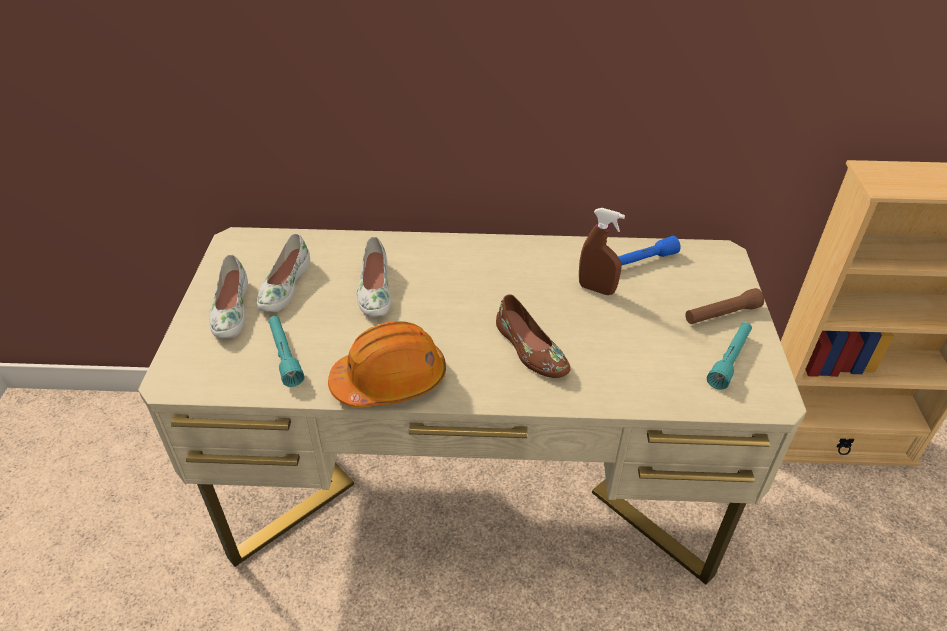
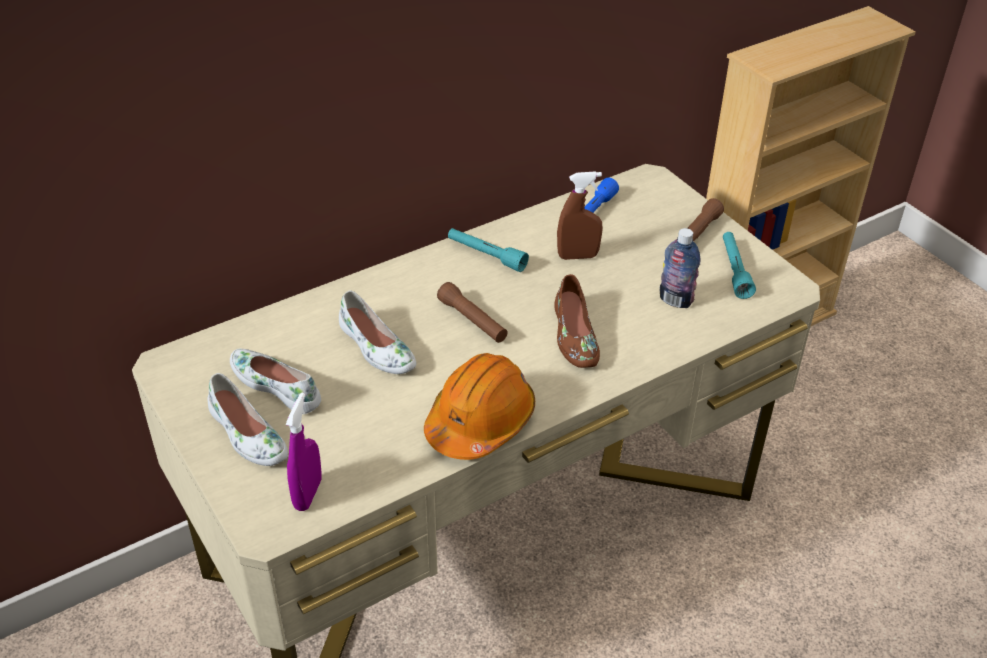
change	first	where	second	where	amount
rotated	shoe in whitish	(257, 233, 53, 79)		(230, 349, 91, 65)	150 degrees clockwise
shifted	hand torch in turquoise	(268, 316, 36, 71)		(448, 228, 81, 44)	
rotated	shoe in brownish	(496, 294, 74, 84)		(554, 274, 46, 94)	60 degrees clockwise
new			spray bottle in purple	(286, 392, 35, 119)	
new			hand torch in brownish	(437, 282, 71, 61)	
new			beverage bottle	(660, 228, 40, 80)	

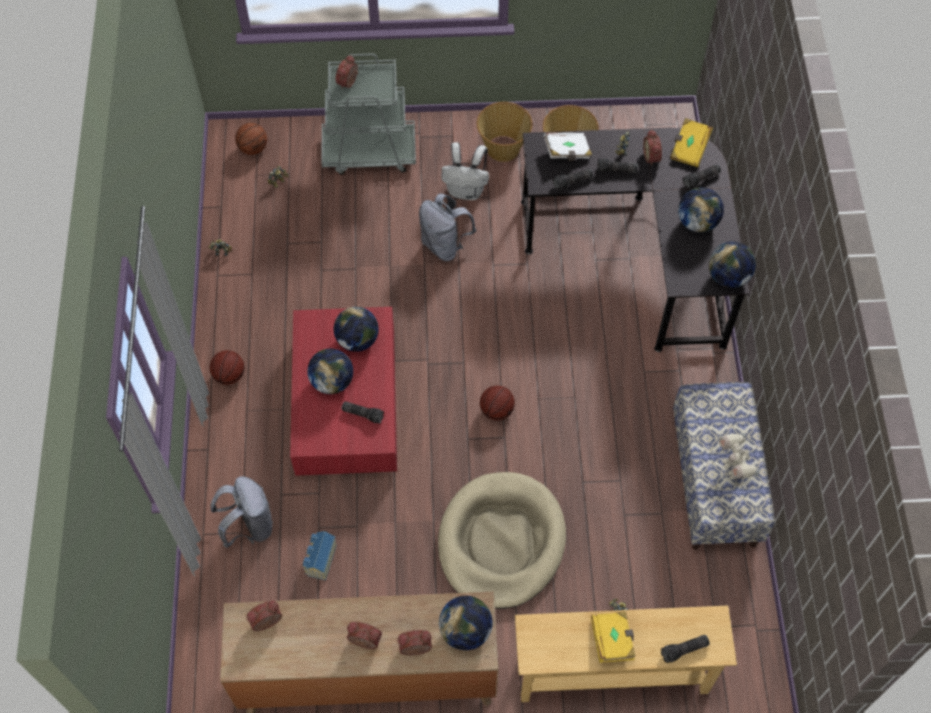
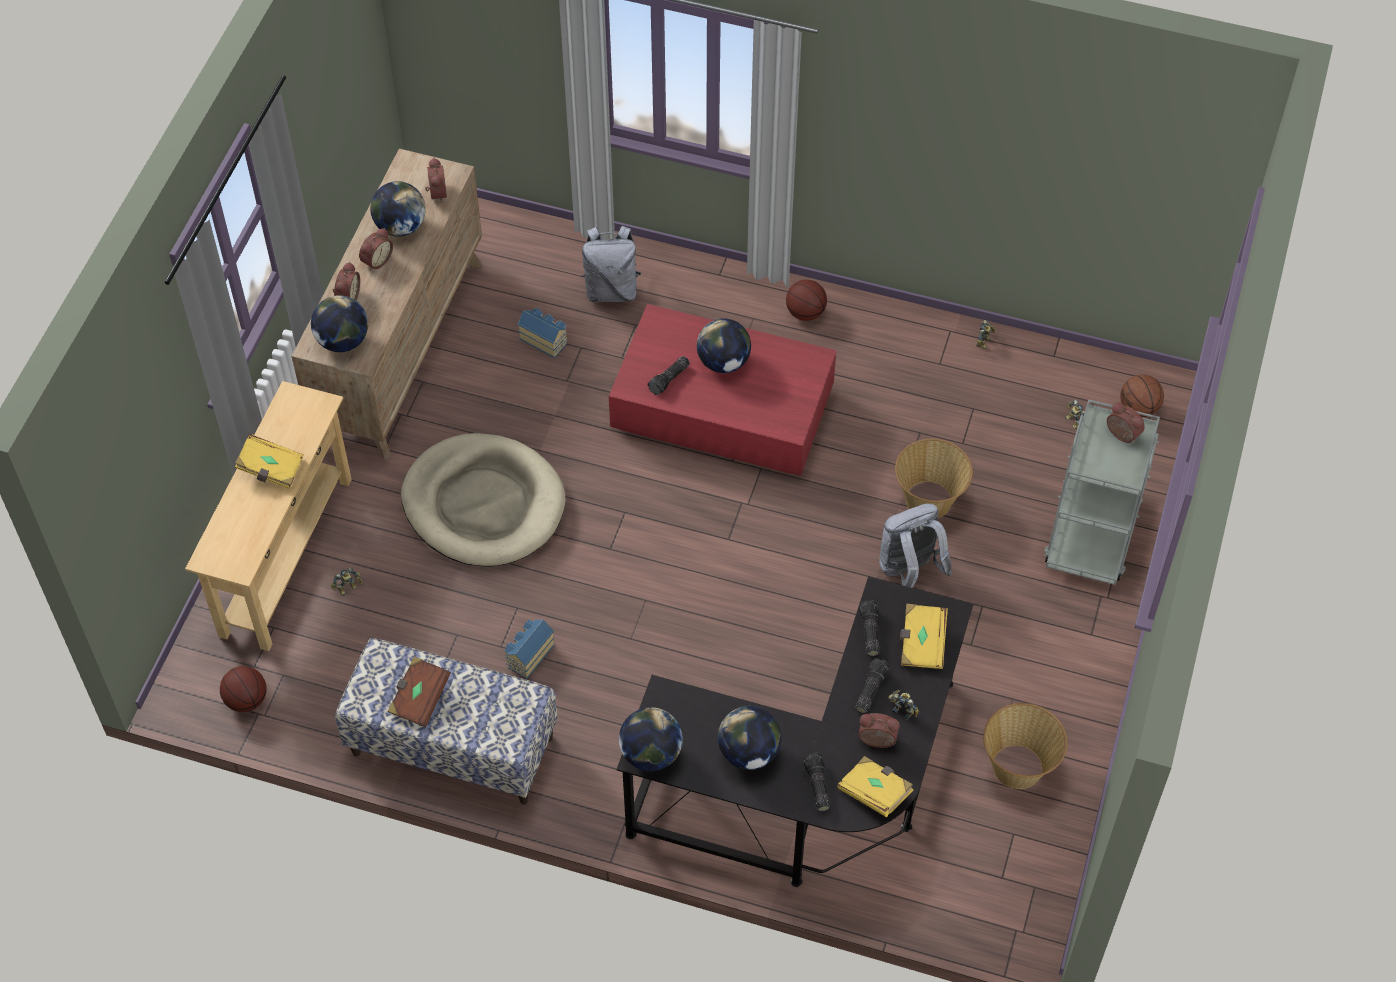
change	first	where	second	where	amount
shifted	world globe	(334, 307, 45, 45)		(370, 181, 56, 55)	
gone	knapsack in whitish	(442, 142, 47, 58)			
shifted	basket	(477, 102, 55, 60)		(895, 439, 78, 79)	
shifted	basketball ball	(480, 385, 35, 35)		(220, 666, 47, 46)	
repainted	bound book in whitish	(544, 133, 48, 28)	bound book in yellowish	(900, 604, 48, 65)	
gone	hand torch	(661, 635, 49, 28)			
swapped	model robot	(719, 433, 41, 47)	bound book in brownish	(388, 656, 63, 71)	
new			model house	(504, 620, 51, 59)	

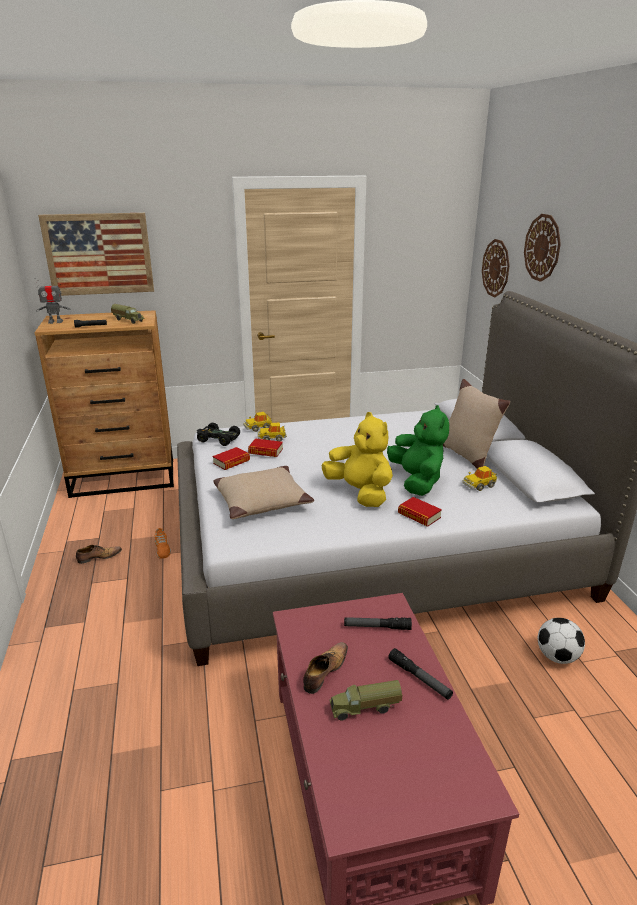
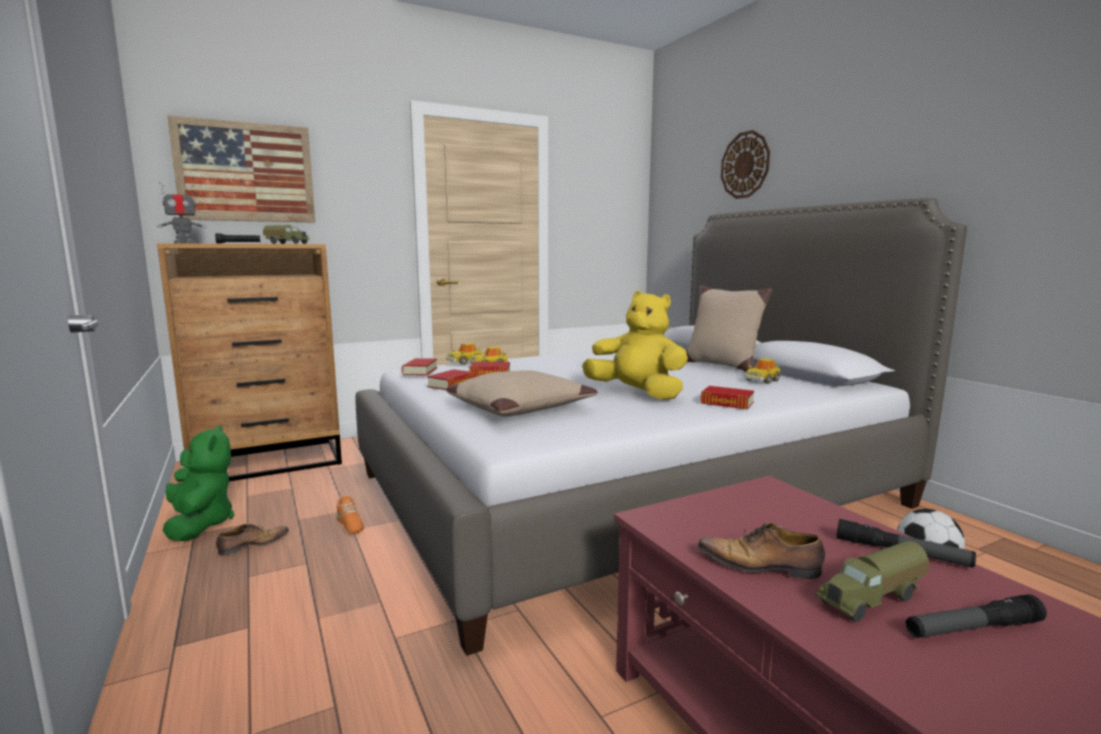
change	first	where	second	where	amount
swapped	toy car in blackish	(197, 423, 43, 23)	bound book	(401, 358, 37, 18)	
rotated	shoe	(303, 642, 45, 52)		(698, 522, 127, 57)	90 degrees counterclockwise
shifted	hand torch	(344, 617, 68, 13)		(906, 594, 141, 44)	
shifted	cuddly toy in green	(387, 405, 62, 91)		(163, 425, 71, 116)	
gone	hanging clock	(482, 239, 28, 58)			

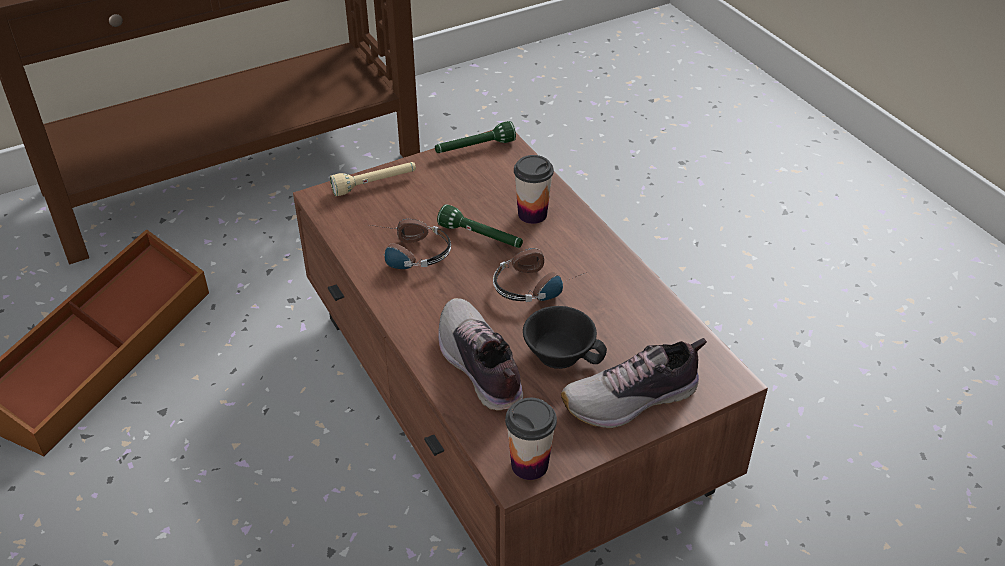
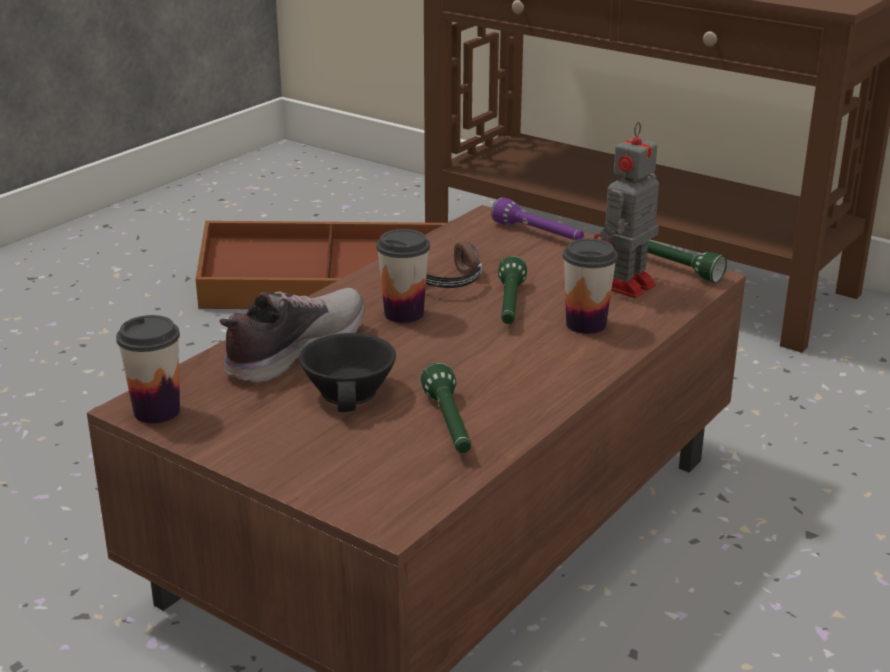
change	first	where	second	where	amount
repainted	hand torch in sand-coloured	(330, 162, 86, 34)	hand torch in purple	(491, 197, 93, 43)	
gone	pair of headphones	(493, 248, 95, 54)			
gone	shoe	(561, 338, 146, 90)			
new			small cup	(376, 229, 54, 94)	
new			hand torch in green	(421, 363, 50, 90)	
new			model robot	(593, 122, 66, 176)	

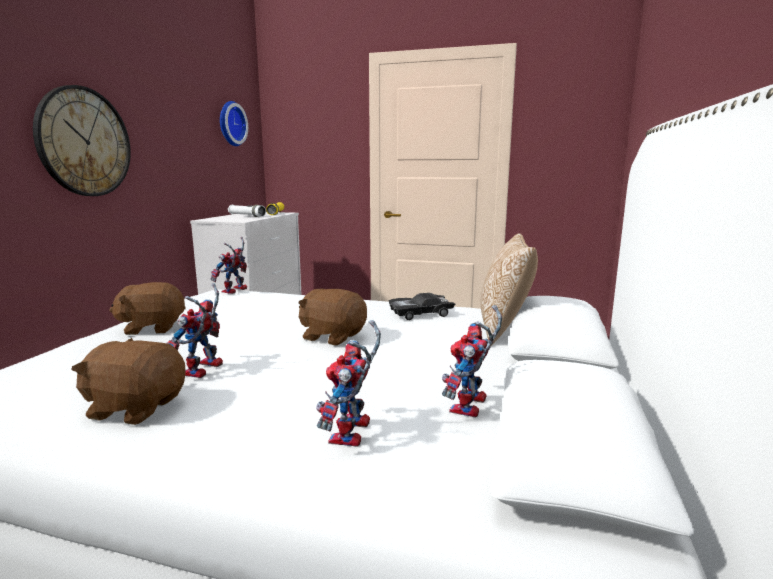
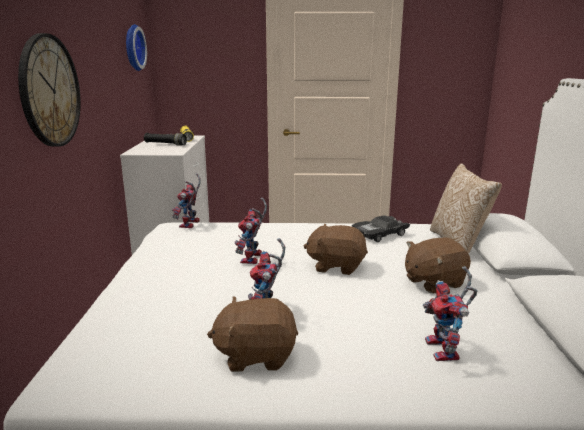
change	first	where	second	where	amount
shifted	cuddly toy in brownish	(110, 282, 76, 53)		(405, 238, 66, 56)	
repainted	hand torch in whitish	(228, 205, 38, 12)	hand torch in blackish	(144, 133, 43, 13)	
shifted	model robot	(442, 305, 60, 112)		(235, 198, 32, 66)	

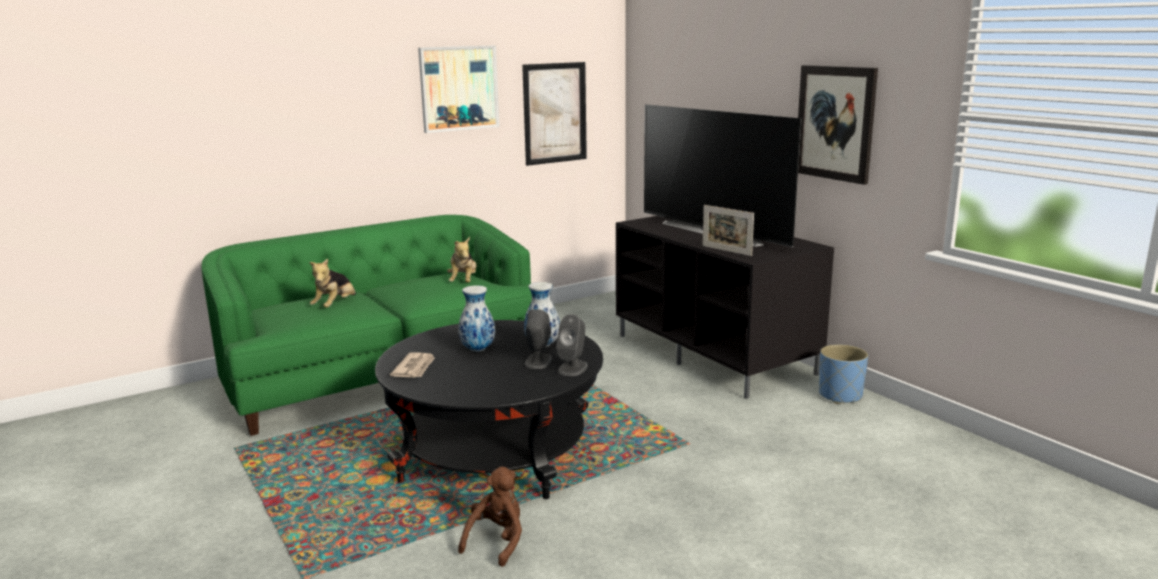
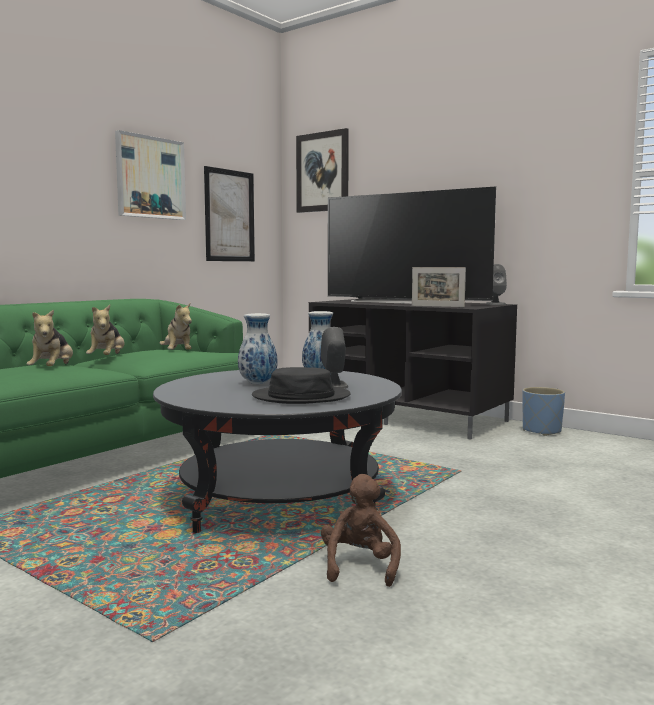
change	first	where	second	where	amount
gone	printed paper	(390, 352, 45, 26)			
shifted	loudspeaker in greyish	(556, 314, 32, 62)		(486, 264, 21, 41)	
shifted	picture	(798, 65, 80, 120)		(296, 128, 53, 85)	
new			cuddly toy	(86, 305, 39, 50)	
new			clothing hat in blackish	(252, 367, 99, 37)	

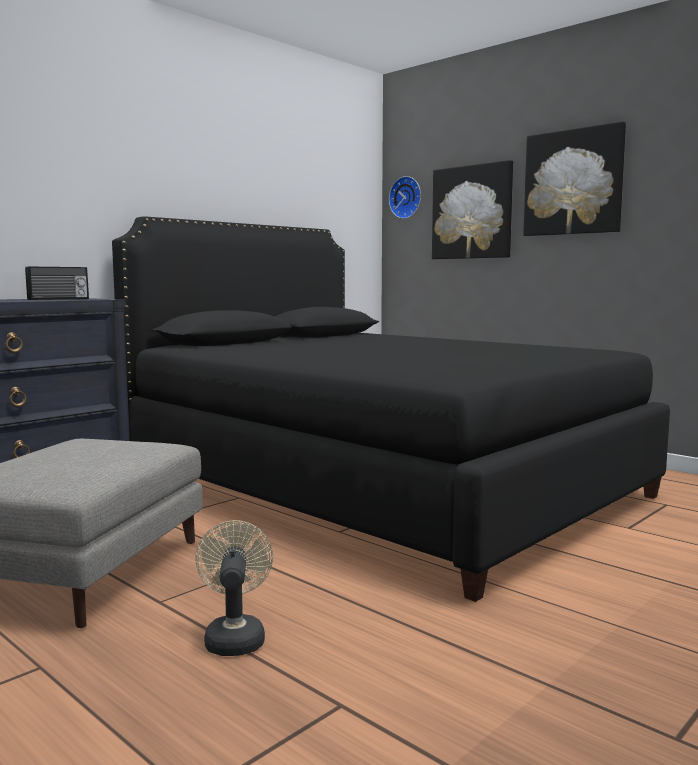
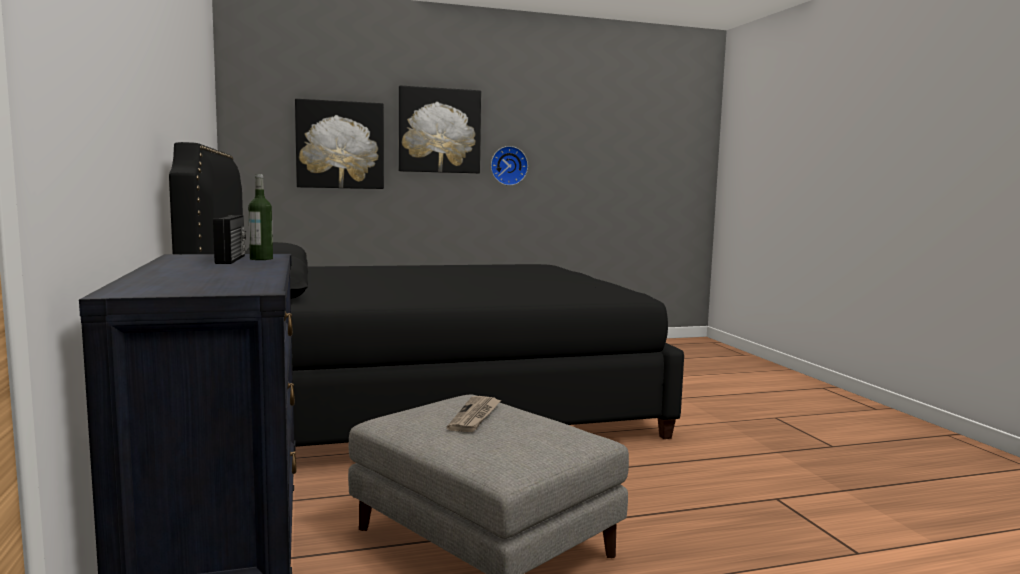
change	first	where	second	where	amount
gone	fan in sand-coloured	(195, 520, 78, 136)			
shifted	hanging clock	(389, 176, 32, 43)		(491, 146, 37, 40)	
new			beverage bottle	(248, 174, 25, 86)	
new			printed paper	(447, 396, 54, 36)	

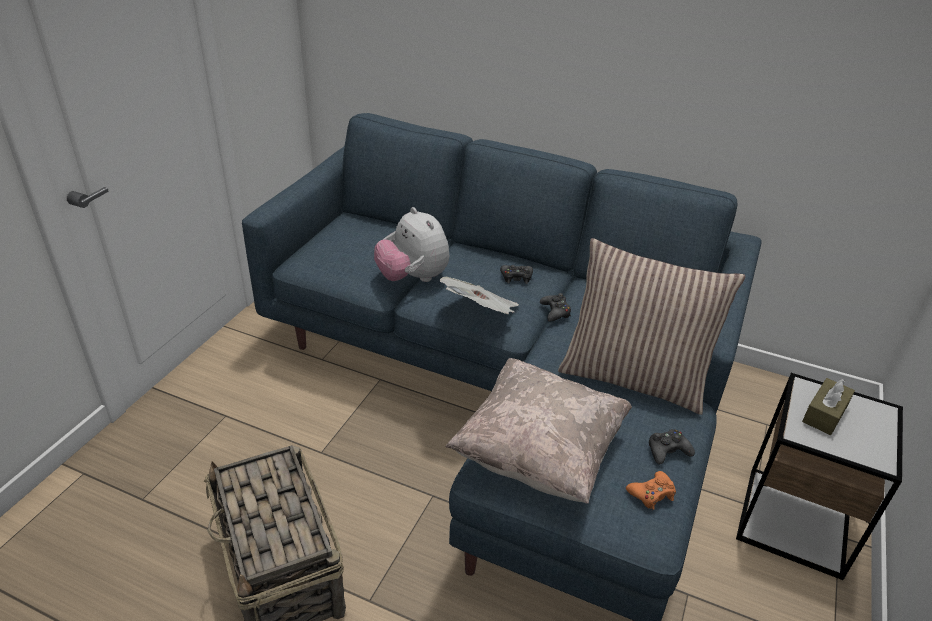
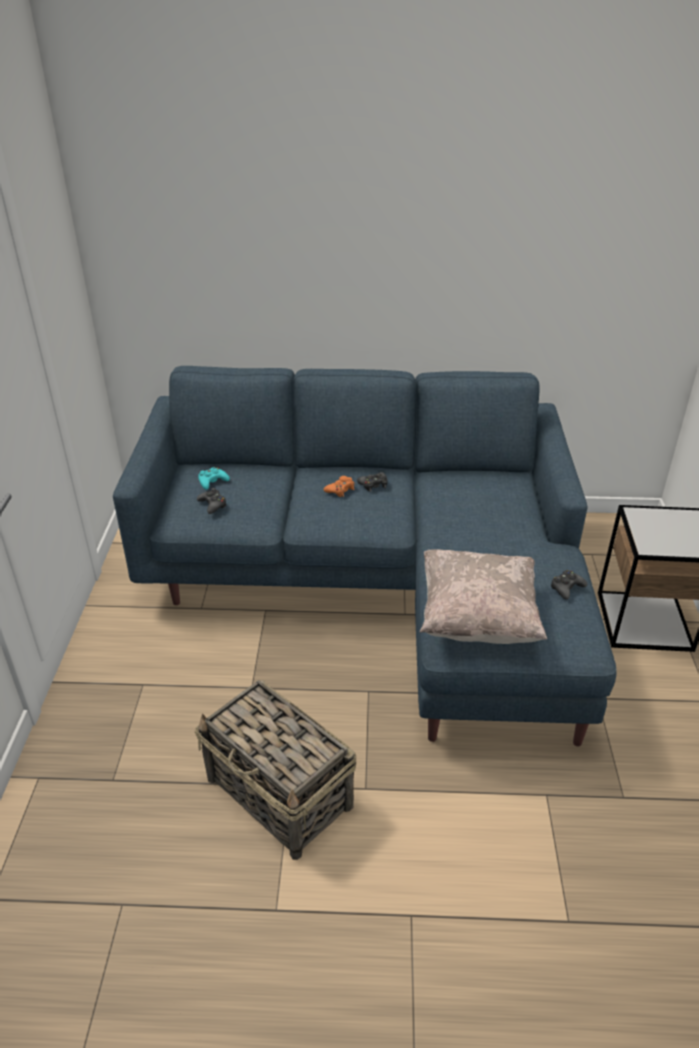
change	first	where	second	where	amount
gone	cuddly toy	(374, 207, 75, 75)			
gone	printed paper	(440, 277, 79, 37)			
shifted	gamepad in blackish	(540, 293, 31, 28)		(197, 488, 30, 26)	
gone	pillow	(558, 238, 188, 177)			
shifted	gamepad in orange-coloured	(626, 471, 50, 39)		(324, 476, 30, 21)	
gone	tissue holder in brownish	(802, 378, 53, 57)			
new			gamepad in turquoise	(198, 467, 32, 23)	

